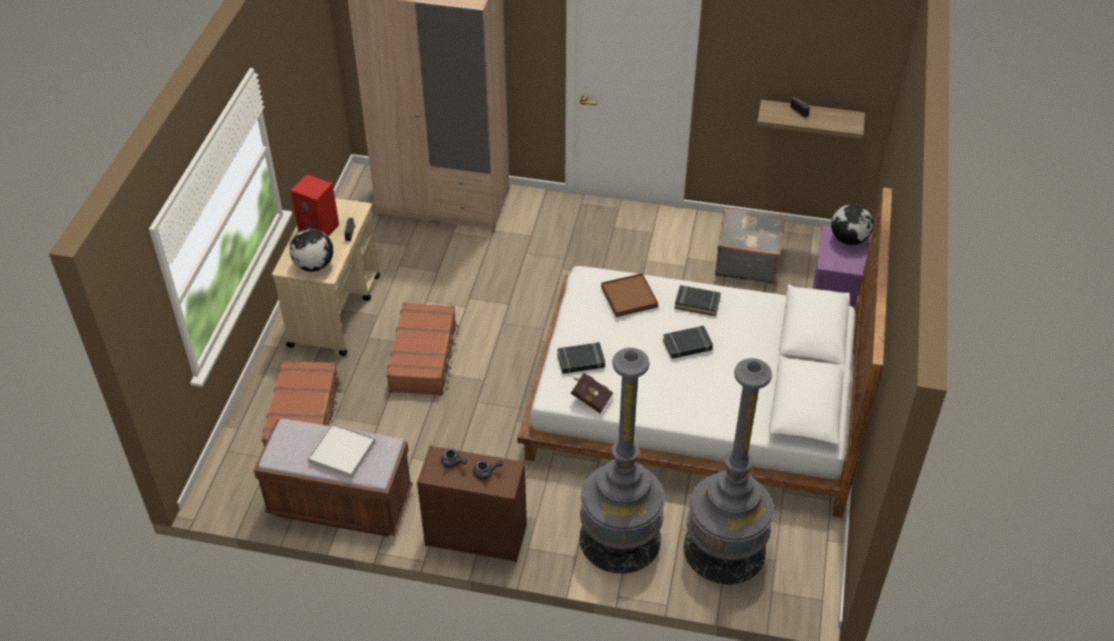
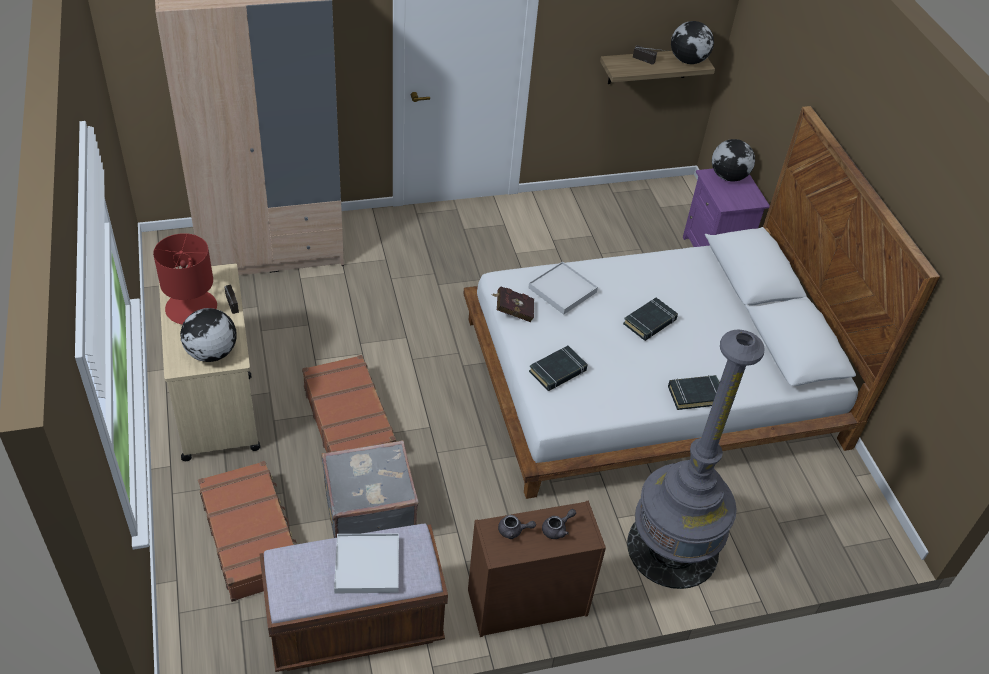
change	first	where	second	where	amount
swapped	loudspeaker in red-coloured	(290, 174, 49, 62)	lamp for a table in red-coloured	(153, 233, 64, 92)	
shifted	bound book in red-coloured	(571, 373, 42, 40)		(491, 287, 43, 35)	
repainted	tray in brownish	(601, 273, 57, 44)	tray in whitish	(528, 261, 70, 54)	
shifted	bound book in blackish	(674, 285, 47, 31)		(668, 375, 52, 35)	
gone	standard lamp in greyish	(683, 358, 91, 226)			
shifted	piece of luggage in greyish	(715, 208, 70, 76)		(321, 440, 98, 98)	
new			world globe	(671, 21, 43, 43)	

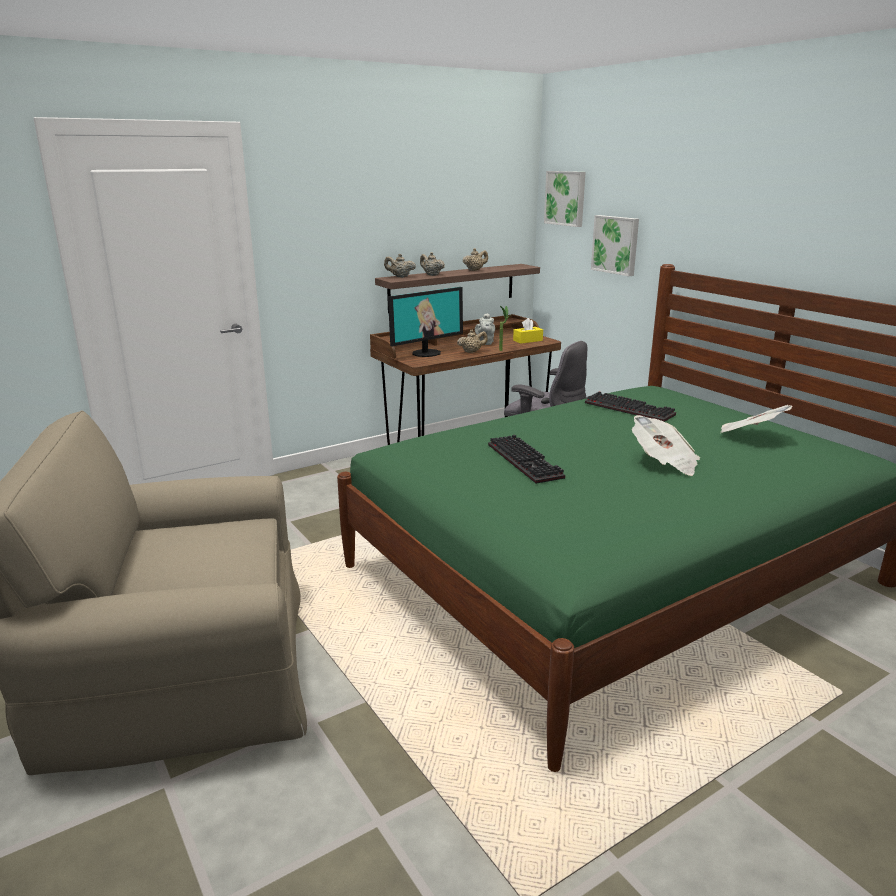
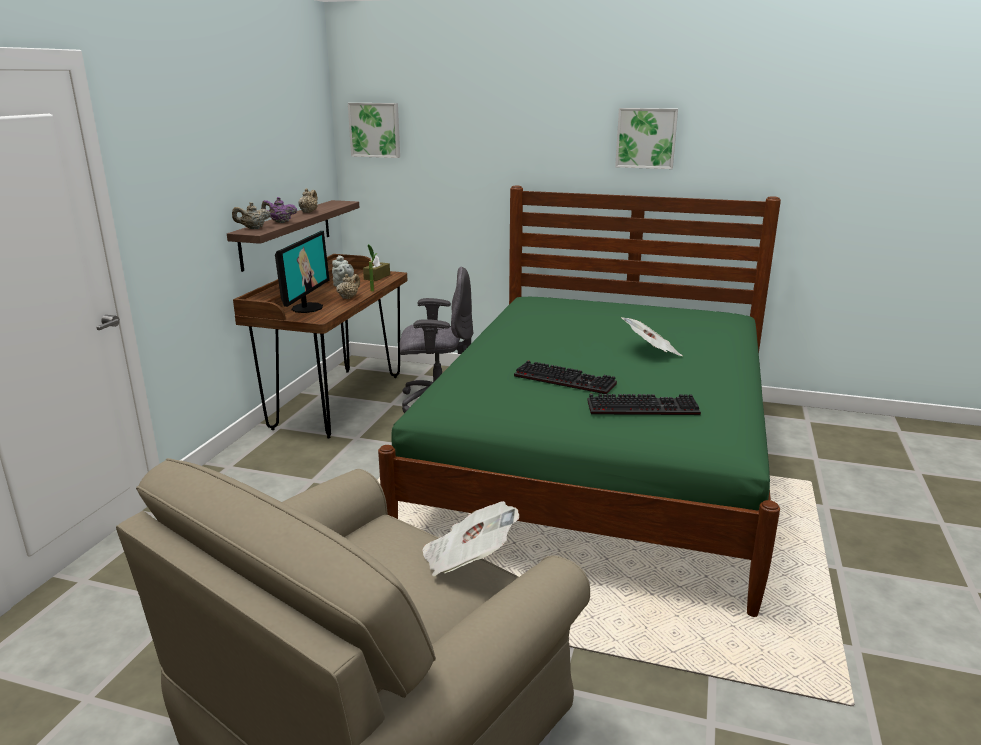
change	first	where	second	where	amount
repainted	tea pot in sand-coloured	(420, 252, 25, 24)	tea pot in purple	(261, 197, 36, 26)	
repainted	tissue holder in yellowish	(513, 318, 30, 26)	tissue holder in brownish	(363, 256, 27, 25)	
shifted	keyboard	(585, 392, 91, 30)		(587, 394, 114, 21)	
shifted	picture	(591, 215, 48, 61)		(615, 108, 63, 61)	
shifted	printed paper	(721, 405, 71, 28)		(422, 501, 97, 75)	

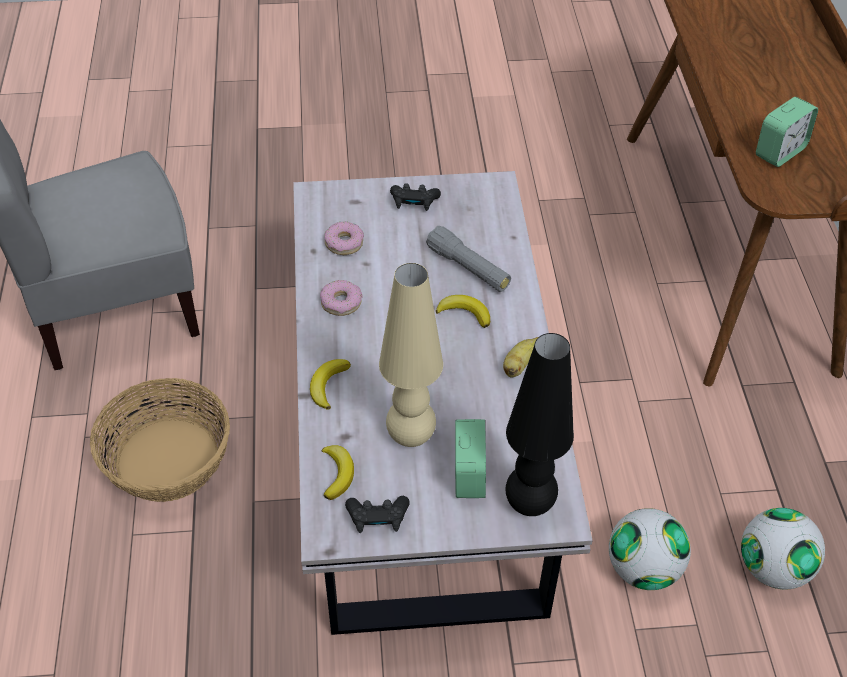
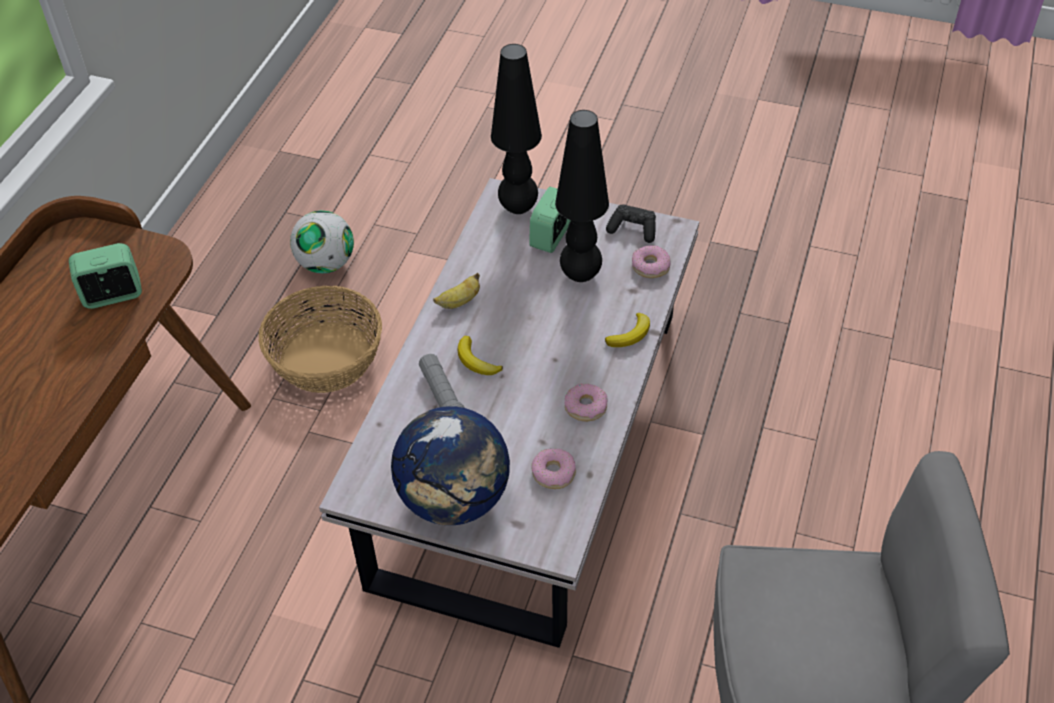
change	first	where	second	where	amount
shifted	basket	(90, 378, 140, 124)		(258, 286, 124, 107)	
swapped	banana fruit	(321, 445, 33, 55)	ring doughnut	(632, 245, 39, 33)	
repainted	lamp for a table in sand-coloured	(379, 263, 64, 184)	lamp for a table in blackish	(555, 110, 54, 172)	
swapped	gamepad in blackish	(390, 183, 51, 28)	world globe	(391, 406, 119, 119)	
gone	football	(609, 508, 82, 82)			

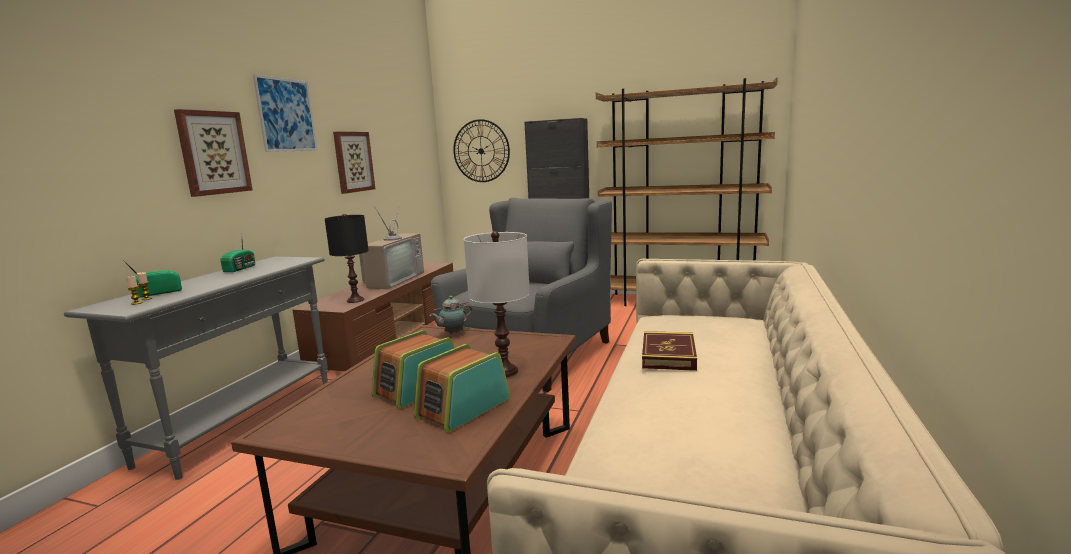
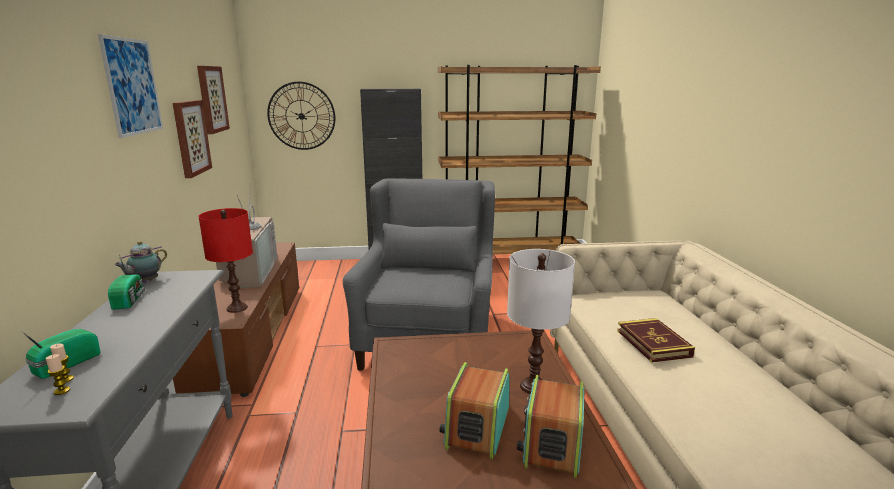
change	first	where	second	where	amount
shifted	picture	(174, 109, 79, 88)		(197, 66, 33, 68)	
repainted	lamp for a table in blackish	(325, 214, 44, 89)	lamp for a table in red-coloured	(198, 208, 55, 105)	
shifted	tea pot	(429, 296, 43, 38)		(114, 241, 53, 42)	

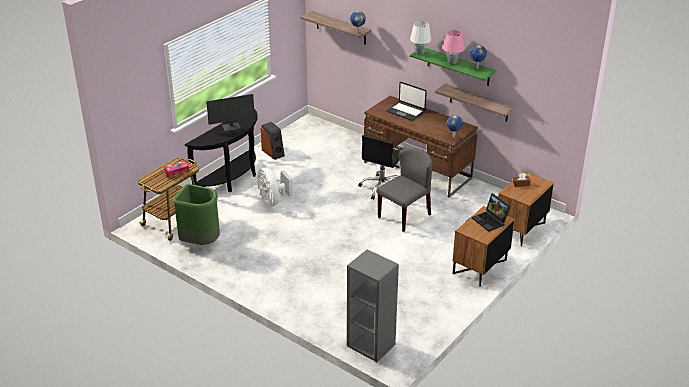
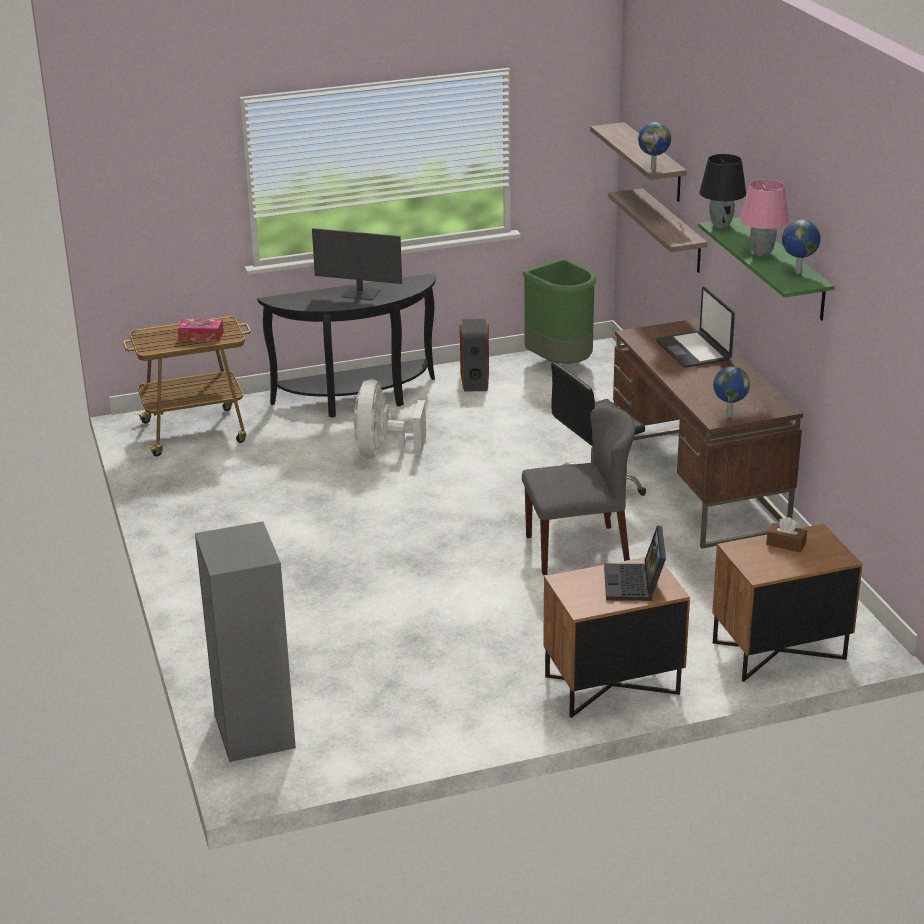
change	first	where	second	where	amount
shifted	rubbish bin in green	(173, 184, 47, 61)		(522, 258, 75, 106)	
repainted	lamp for a table in whitish	(410, 21, 22, 34)	lamp for a table in blackish	(699, 154, 47, 74)	
shifted	wall shelf	(435, 83, 80, 39)		(608, 188, 99, 85)	

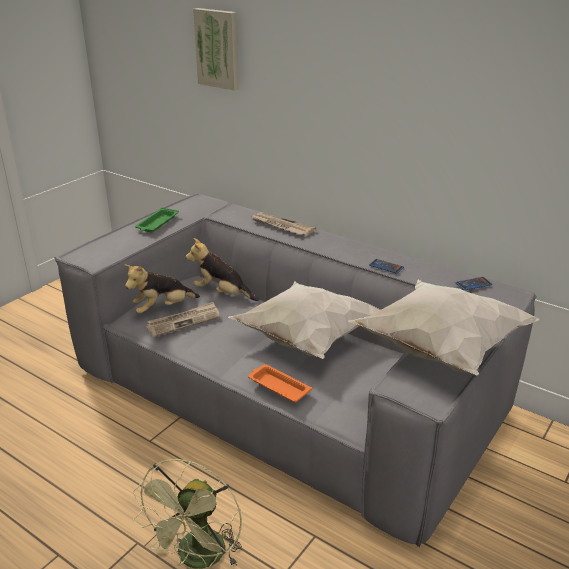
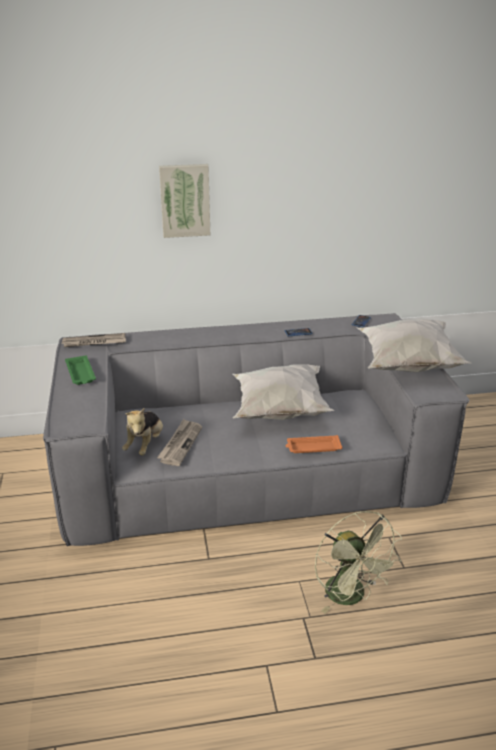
change	first	where	second	where	amount
gone	cuddly toy	(186, 238, 73, 63)			
shifted	picture	(193, 8, 46, 83)		(159, 164, 51, 74)	
shifted	printed paper	(252, 212, 64, 24)		(61, 333, 65, 14)	

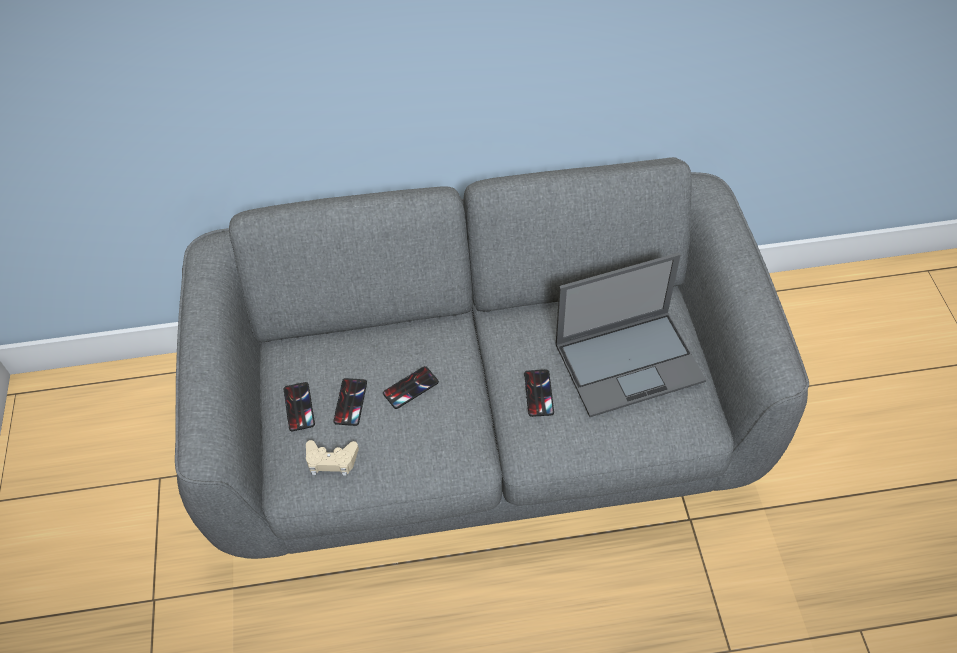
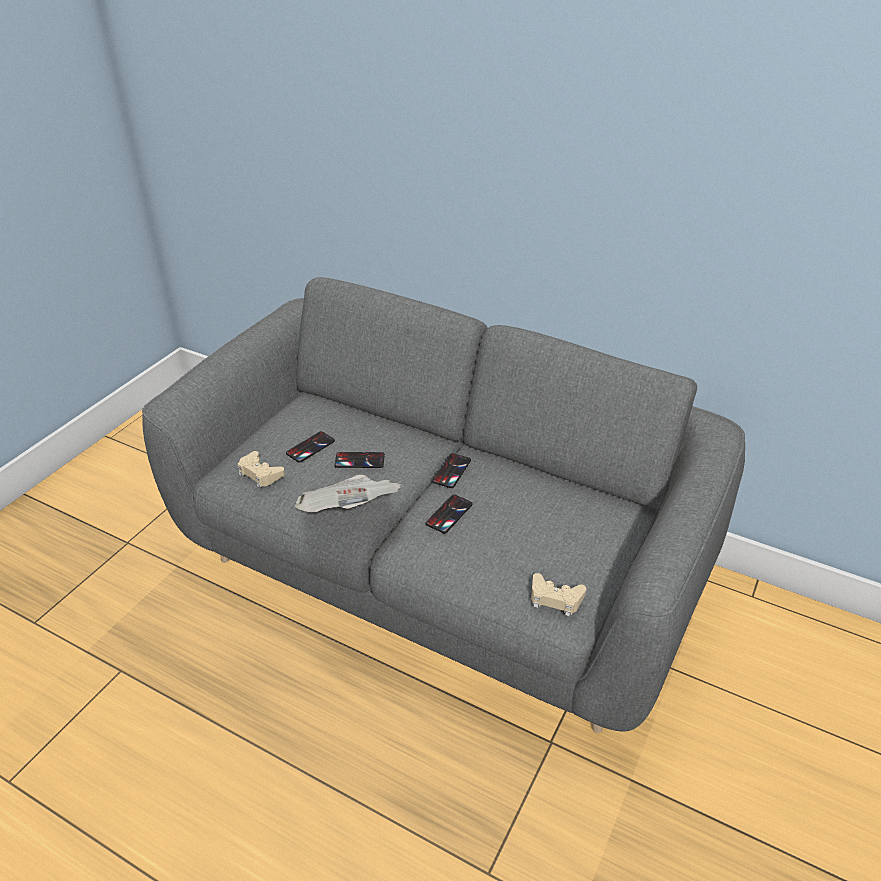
change	first	where	second	where	amount
shifted	telephone	(284, 382, 31, 49)		(432, 453, 39, 35)	
gone	portable computer	(555, 253, 151, 164)			
new			printed paper	(295, 475, 107, 37)	
new			gamepad in sand-coloured	(531, 573, 55, 43)	

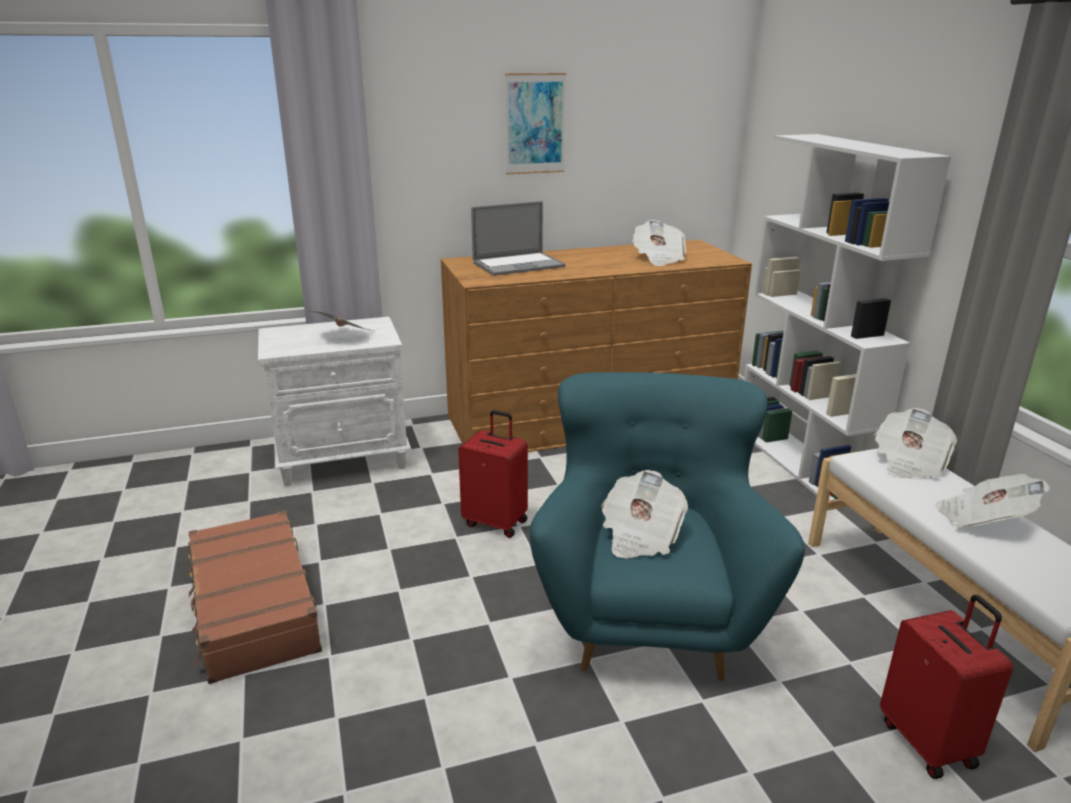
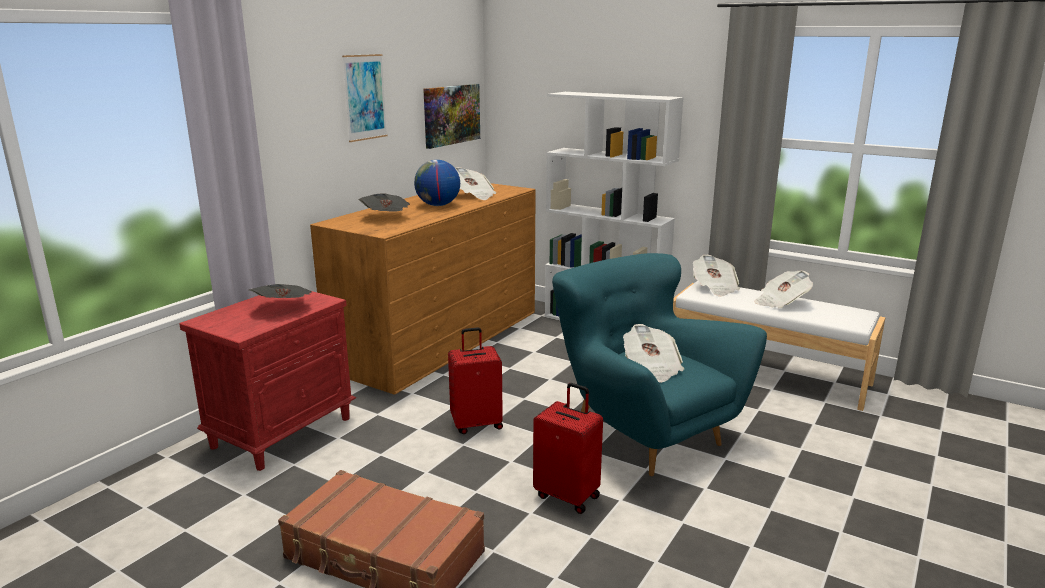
change	first	where	second	where	amount
repainted	bedside table in whitish	(258, 317, 153, 169)	bedside table in red-coloured	(179, 291, 177, 180)	
swapped	portable computer	(471, 201, 95, 75)	printed paper	(358, 193, 52, 19)	
shifted	piece of luggage in red-coloured	(880, 594, 133, 185)		(533, 383, 70, 131)	
new			world globe	(414, 160, 46, 46)	
new			picture	(423, 84, 57, 65)	

